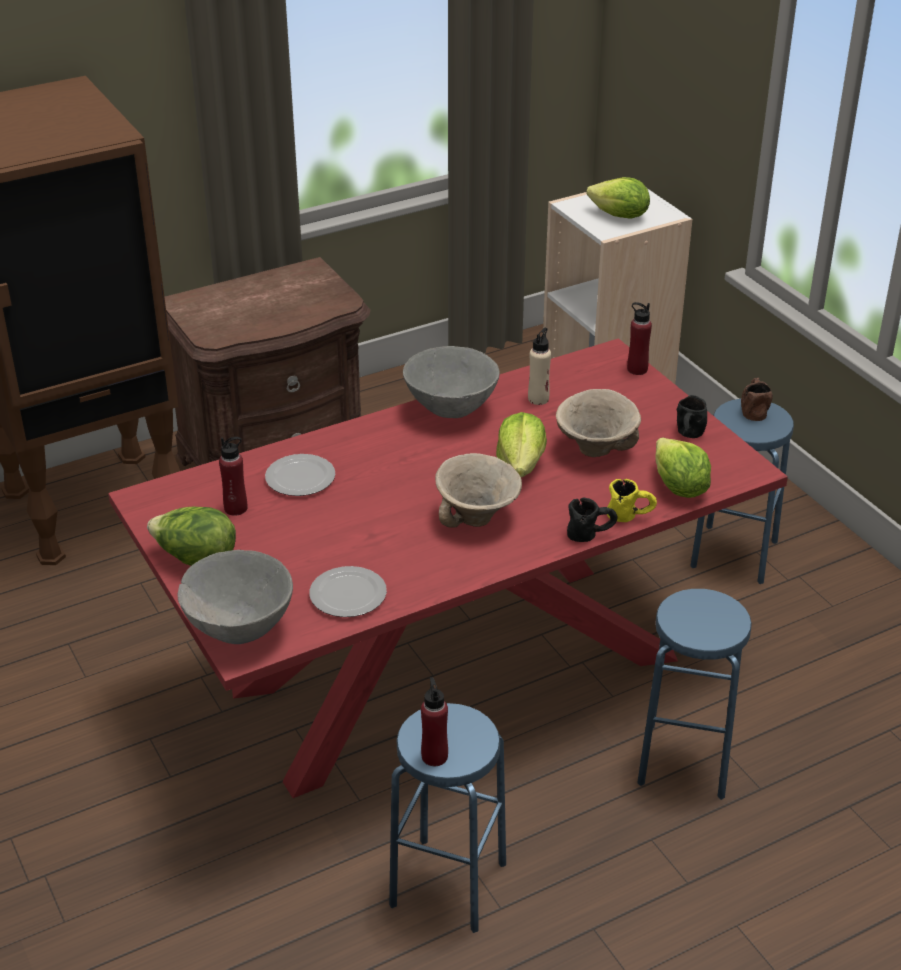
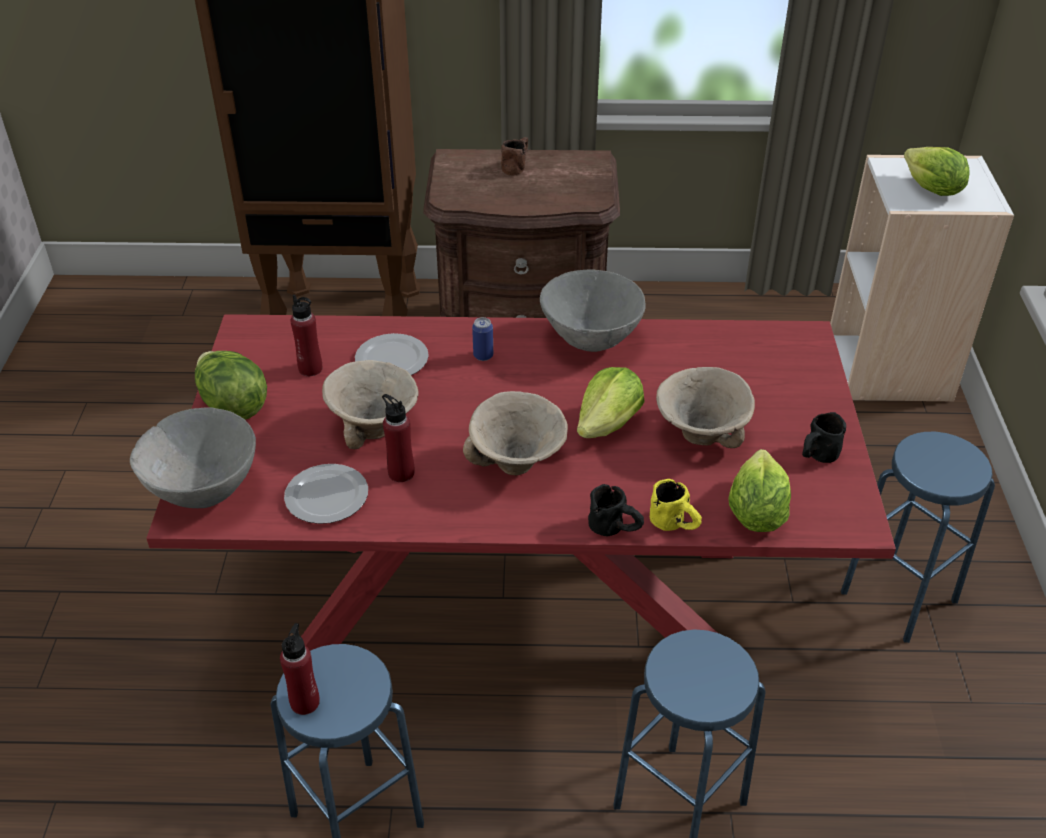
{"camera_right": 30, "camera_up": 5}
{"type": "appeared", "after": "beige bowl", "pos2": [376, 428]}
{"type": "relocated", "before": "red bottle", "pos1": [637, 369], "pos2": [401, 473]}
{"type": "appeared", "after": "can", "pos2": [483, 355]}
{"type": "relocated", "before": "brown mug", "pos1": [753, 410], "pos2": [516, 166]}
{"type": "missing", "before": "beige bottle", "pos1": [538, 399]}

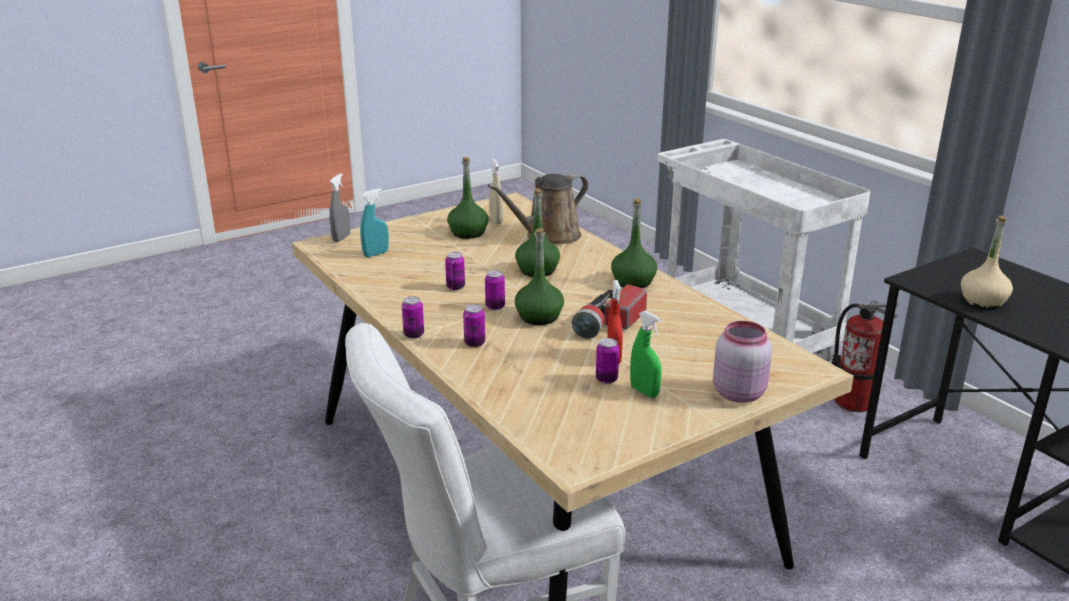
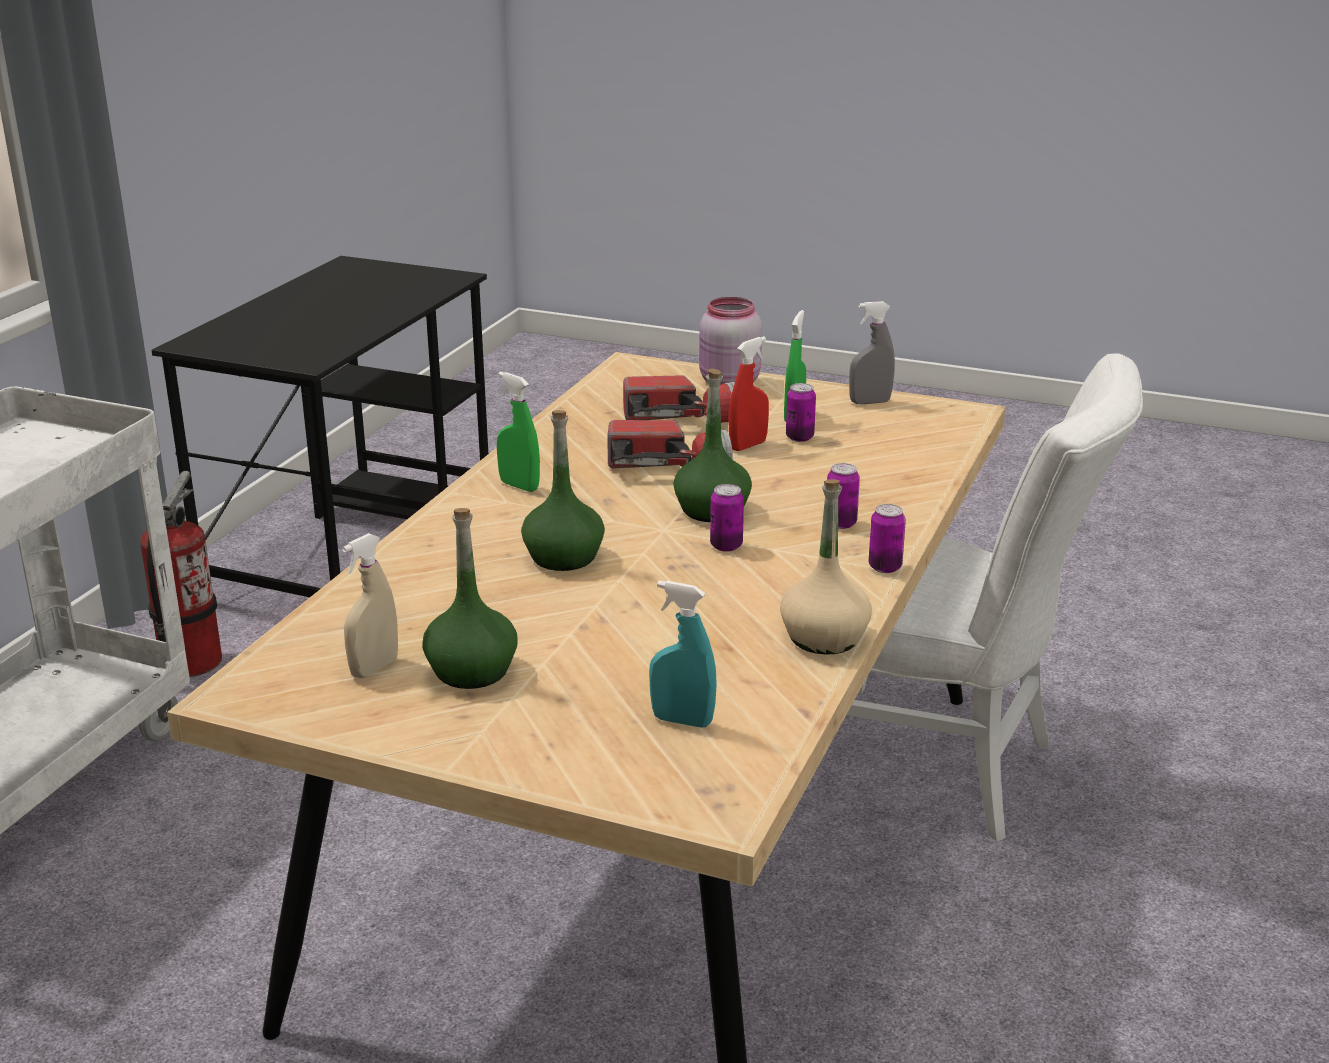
{"camera_right": -125, "camera_up": 0}
{"type": "exchanged", "before": "green bottle", "after": "green spray bottle", "pos1": [633, 282], "pos2": [519, 486]}
{"type": "appeared", "after": "flashlight", "pos2": [681, 420]}
{"type": "relocated", "before": "beige bottle", "pos1": [983, 301], "pos2": [823, 638]}
{"type": "relocated", "before": "grey spray bottle", "pos1": [341, 238], "pos2": [870, 402]}
{"type": "missing", "before": "can", "pos1": [455, 287]}
{"type": "missing", "before": "brown watering can", "pos1": [548, 236]}

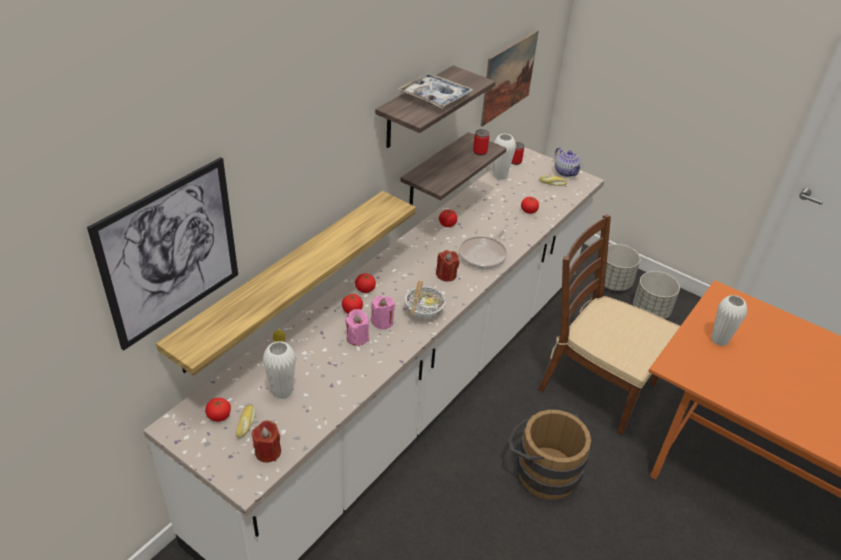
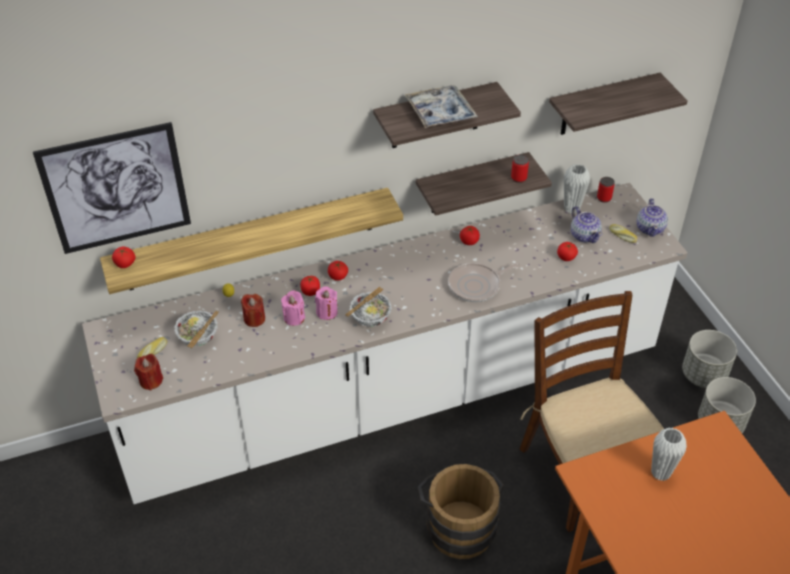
{"camera_right": 35, "camera_up": 5}
{"type": "relocated", "before": "tomato", "pos1": [219, 416], "pos2": [125, 264]}
{"type": "exchanged", "before": "white vase", "after": "bowl", "pos1": [282, 392], "pos2": [198, 338]}
{"type": "relocated", "before": "red candle", "pos1": [446, 275], "pos2": [254, 319]}
{"type": "exchanged", "before": "picture", "after": "shelf", "pos1": [508, 77], "pos2": [602, 105]}
{"type": "appeared", "after": "teapot", "pos2": [584, 235]}

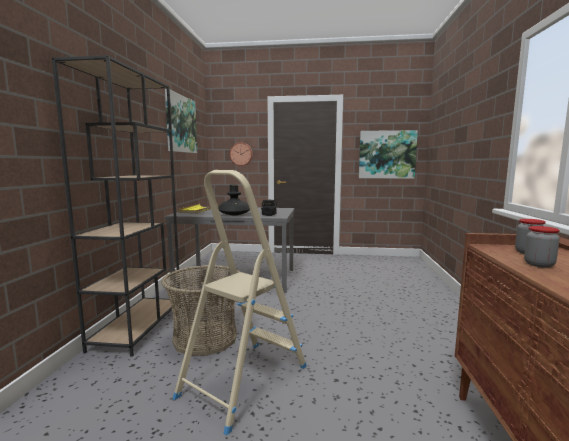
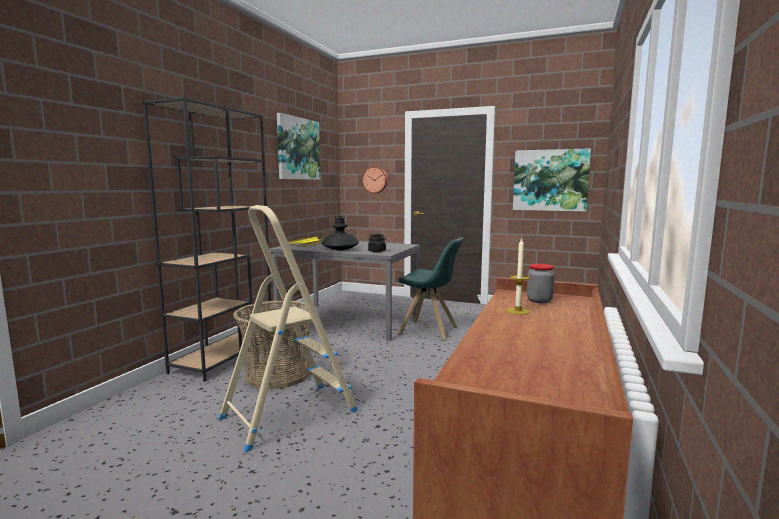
{"camera_right": 15, "camera_up": 0}
{"type": "appeared", "after": "turquoise chair", "pos2": [429, 330]}
{"type": "exchanged", "before": "jar", "after": "candle", "pos1": [539, 264], "pos2": [518, 311]}

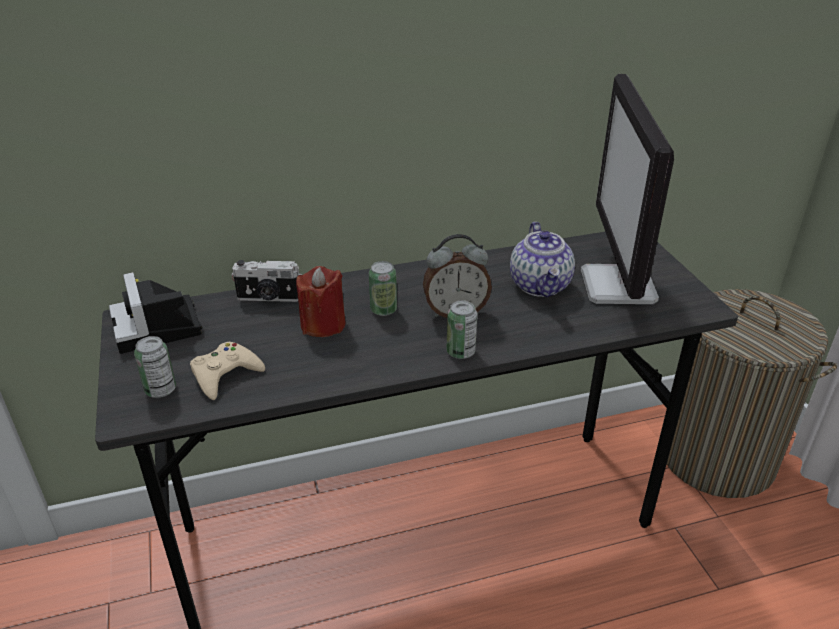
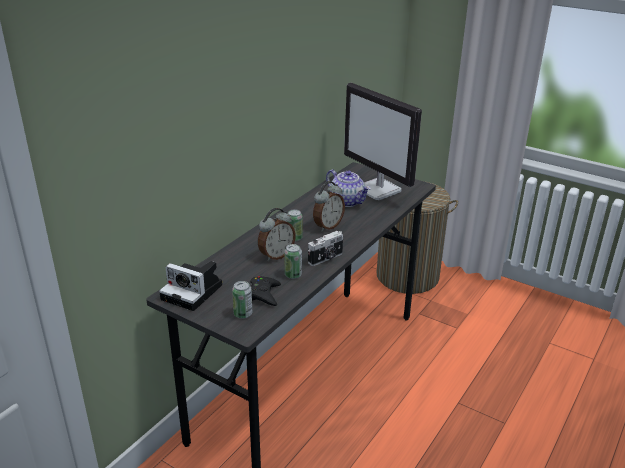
{"camera_right": -40, "camera_up": -5}
{"type": "colour", "before": "beige game controller", "after": "black game controller", "pos1": [225, 375], "pos2": [264, 294]}
{"type": "exchanged", "before": "red candle", "after": "alarm clock", "pos1": [323, 324], "pos2": [276, 255]}
{"type": "relocated", "before": "can", "pos1": [460, 352], "pos2": [293, 275]}
{"type": "relocated", "before": "photo camera", "pos1": [269, 298], "pos2": [326, 258]}

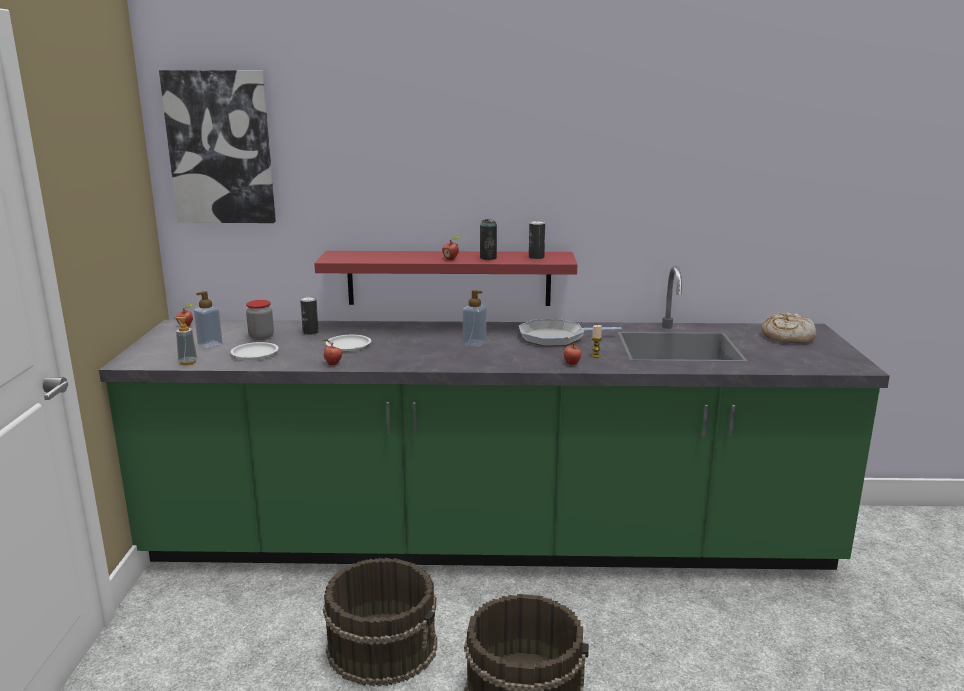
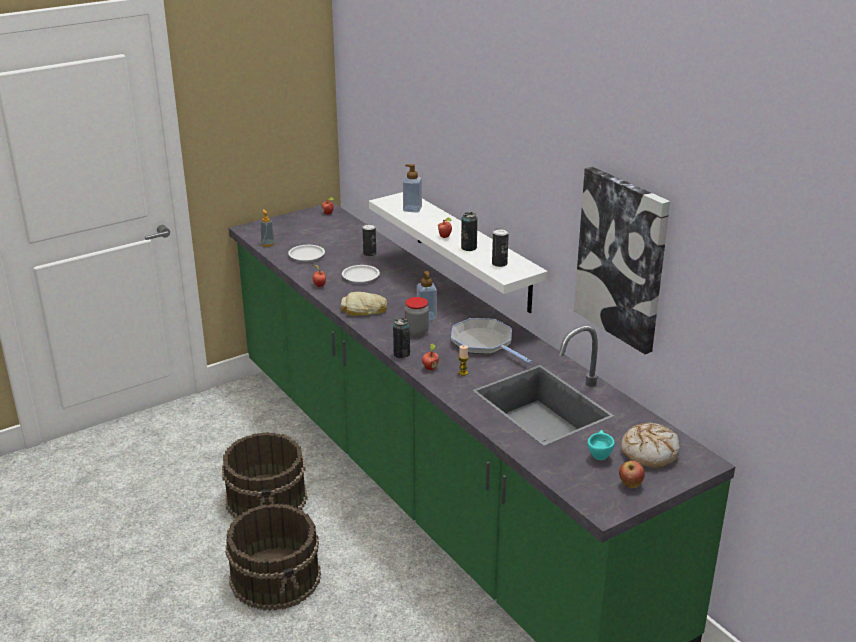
{"camera_right": 55, "camera_up": 10}
{"type": "appeared", "after": "bread", "pos2": [364, 309]}
{"type": "colour", "before": "red shelf", "after": "white shelf", "pos1": [449, 278], "pos2": [472, 251]}
{"type": "appeared", "after": "can", "pos2": [401, 354]}
{"type": "relocated", "before": "soap dispenser", "pos1": [210, 344], "pos2": [412, 209]}
{"type": "relocated", "before": "jar", "pos1": [261, 337], "pos2": [416, 332]}
{"type": "relocated", "before": "picture", "pos1": [220, 148], "pos2": [622, 258]}
{"type": "appeared", "after": "turquoise cup", "pos2": [599, 455]}
{"type": "appeared", "after": "apple", "pos2": [630, 485]}

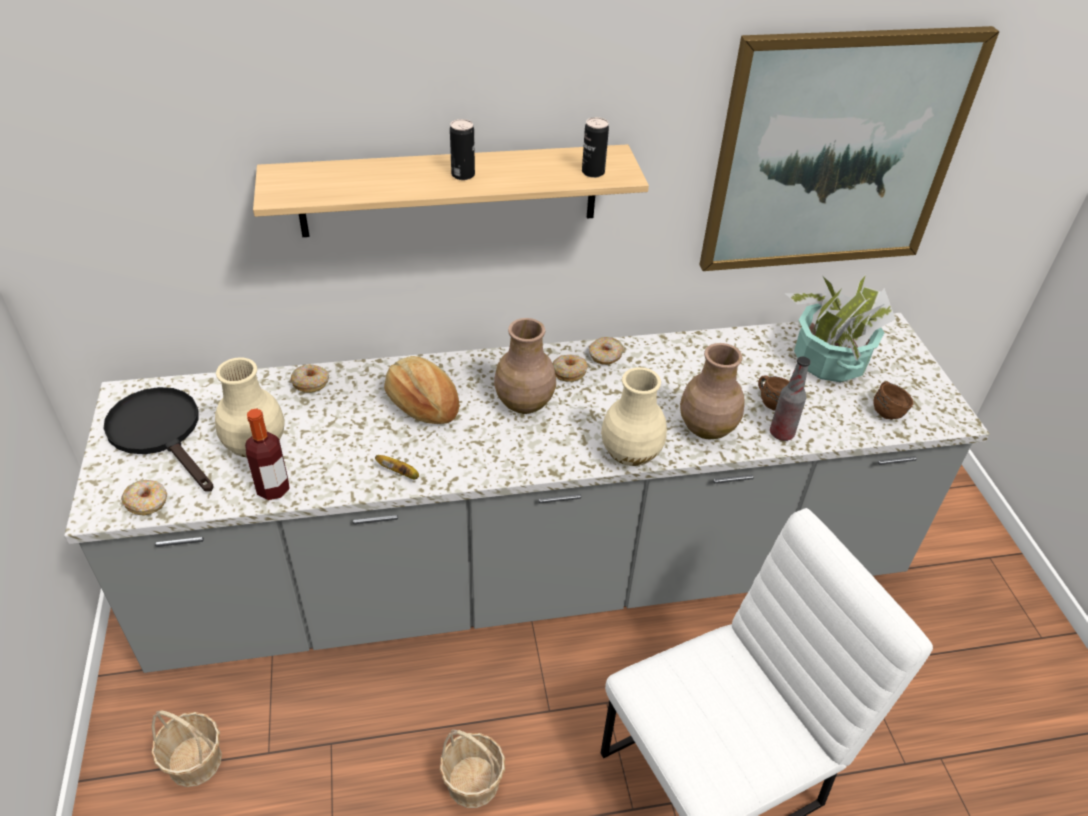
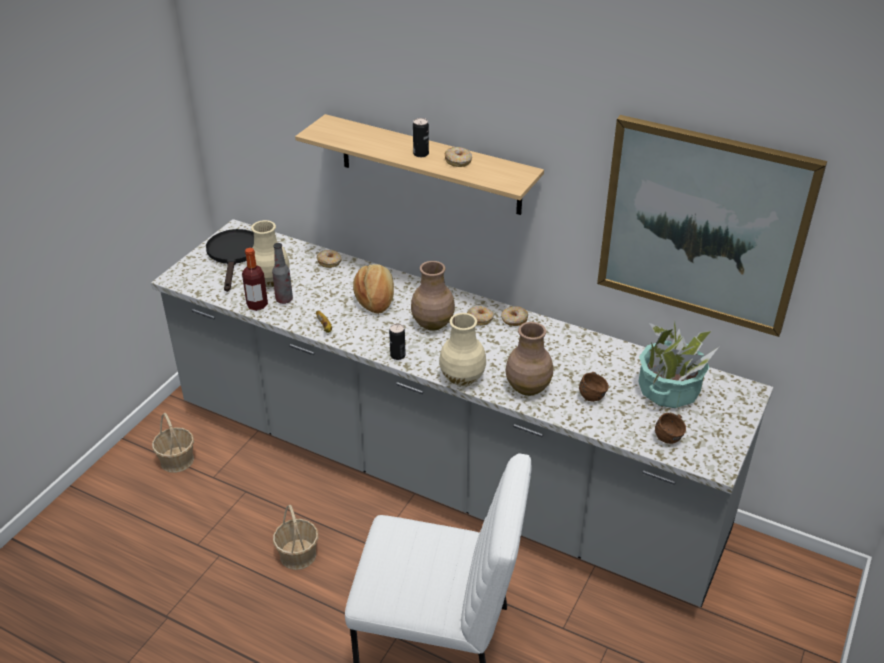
{"camera_right": 40, "camera_up": -5}
{"type": "relocated", "before": "bottle", "pos1": [781, 433], "pos2": [284, 300]}
{"type": "relocated", "before": "can", "pos1": [593, 172], "pos2": [397, 355]}
{"type": "relocated", "before": "donut", "pos1": [147, 502], "pos2": [458, 161]}

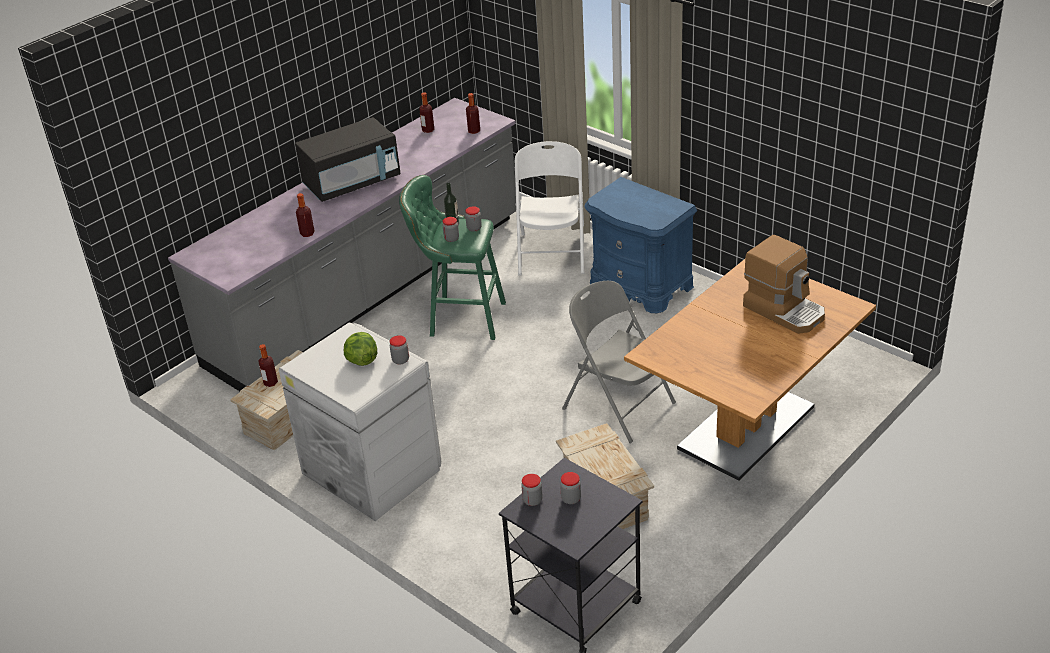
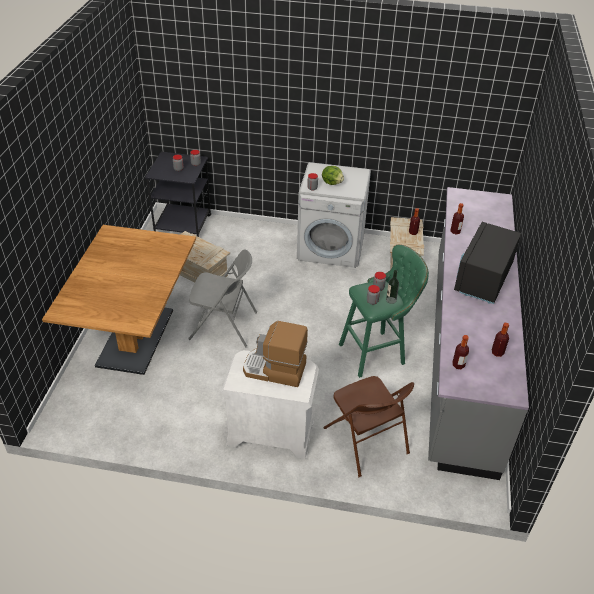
{"camera_right": 145, "camera_up": 5}
{"type": "colour", "before": "blue nightstand", "after": "white nightstand", "pos1": [638, 287], "pos2": [271, 430]}
{"type": "relocated", "before": "coffee machine", "pos1": [785, 310], "pos2": [274, 370]}
{"type": "colour", "before": "white chair", "after": "brown chair", "pos1": [552, 253], "pos2": [365, 440]}

